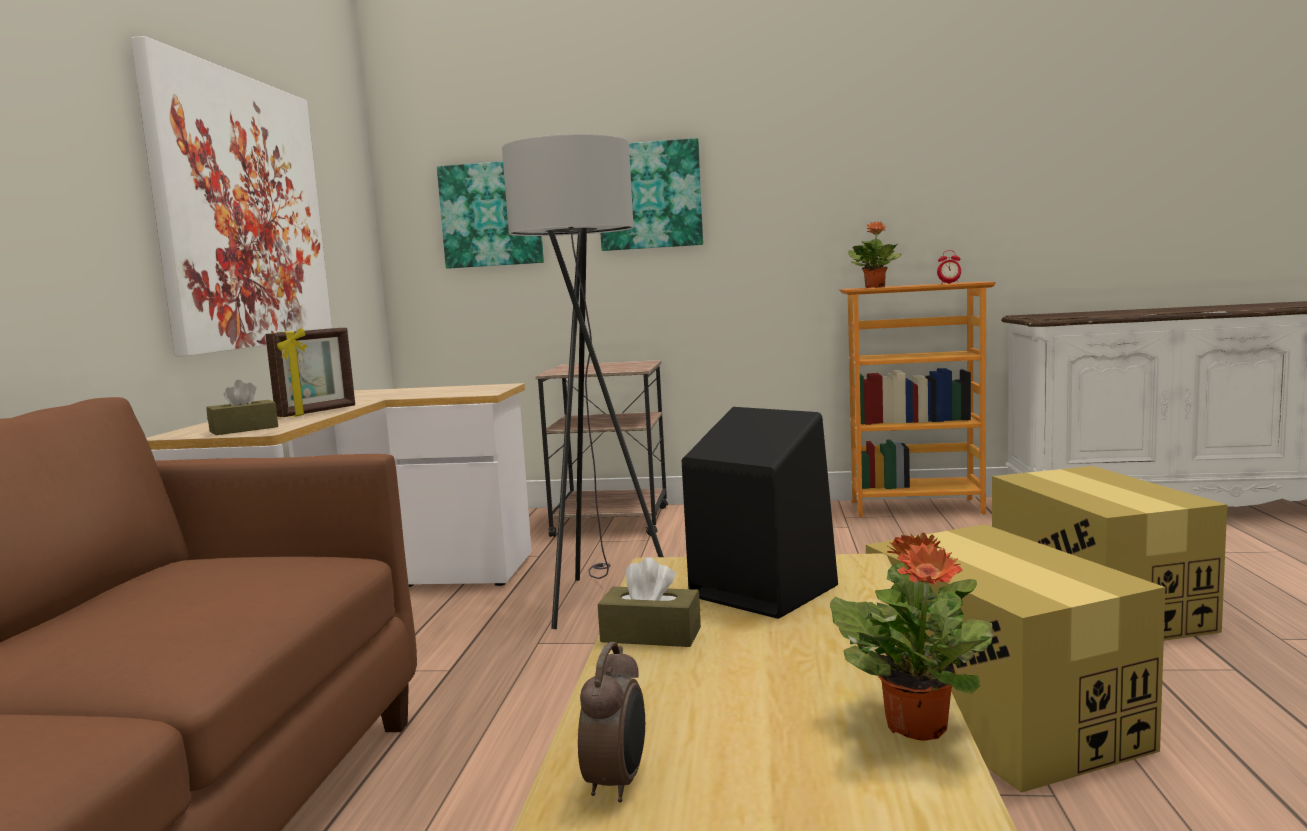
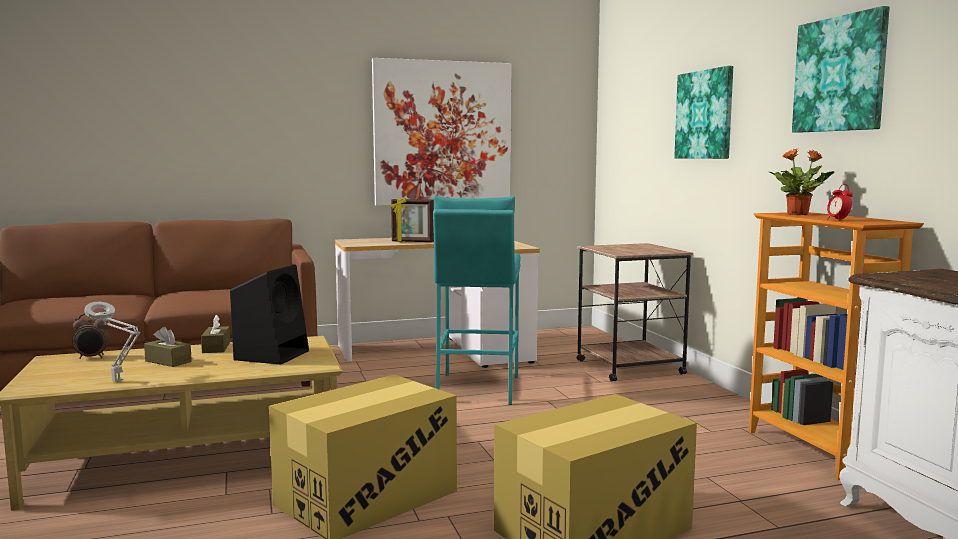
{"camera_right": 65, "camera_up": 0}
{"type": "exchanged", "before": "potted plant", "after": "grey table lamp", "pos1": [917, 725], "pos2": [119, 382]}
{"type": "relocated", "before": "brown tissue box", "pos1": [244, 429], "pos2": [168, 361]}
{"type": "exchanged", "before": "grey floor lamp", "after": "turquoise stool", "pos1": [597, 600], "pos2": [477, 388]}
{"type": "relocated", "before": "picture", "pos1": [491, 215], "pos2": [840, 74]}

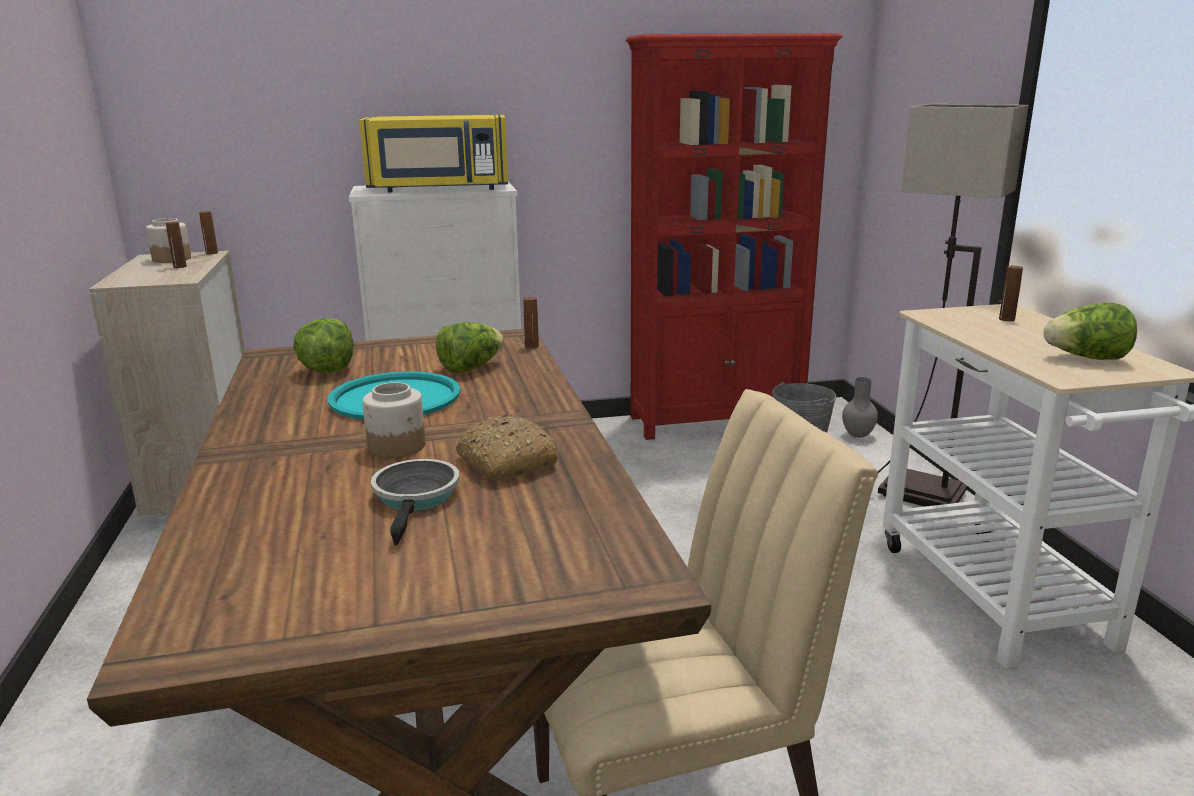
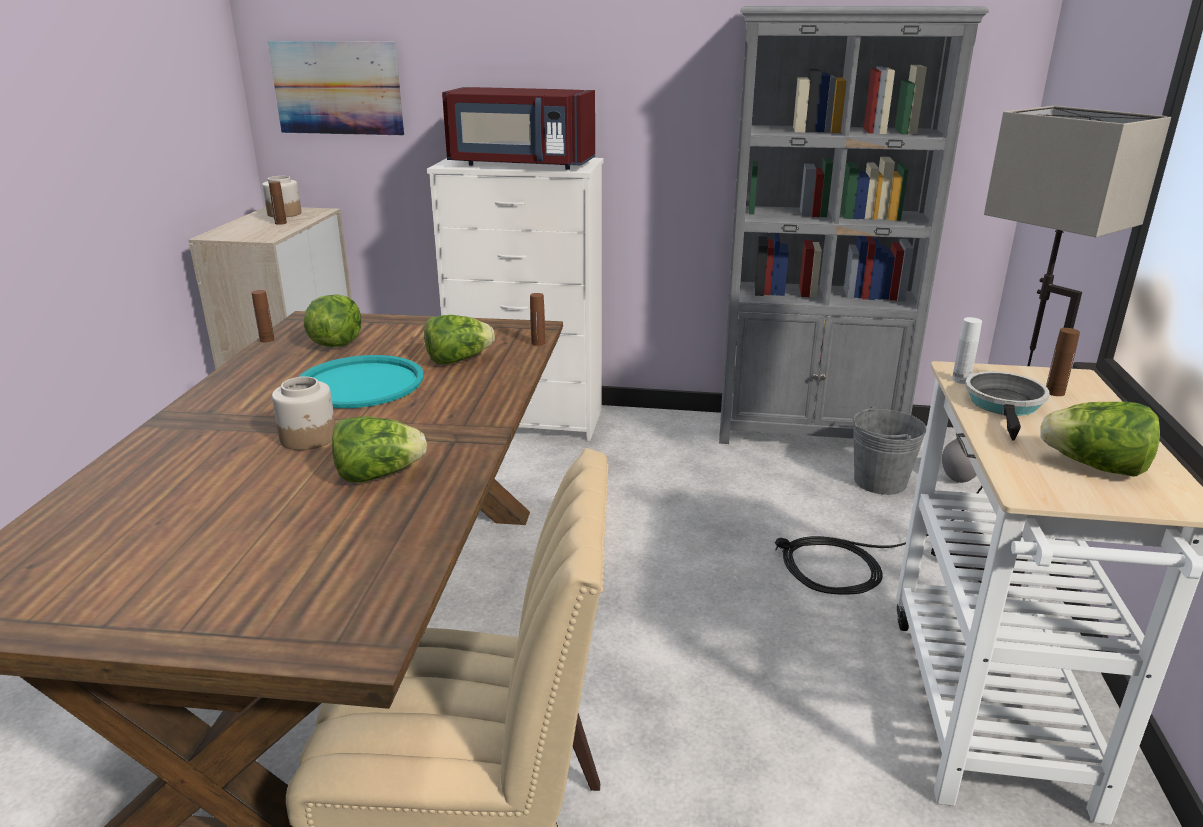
{"camera_right": 20, "camera_up": 5}
{"type": "relocated", "before": "brown bottle", "pos1": [211, 253], "pos2": [267, 340]}
{"type": "appeared", "after": "picture", "pos2": [337, 88]}
{"type": "exchanged", "before": "bread", "after": "lettuce", "pos1": [505, 463], "pos2": [378, 475]}
{"type": "colour", "before": "yellow microwave", "after": "red microwave", "pos1": [439, 189], "pos2": [520, 165]}
{"type": "colour", "before": "red bookcase", "after": "grey bookcase", "pos1": [717, 420], "pos2": [809, 434]}
{"type": "appeared", "after": "white bottle", "pos2": [961, 380]}
{"type": "relocated", "before": "frying pan", "pos1": [416, 499], "pos2": [1005, 405]}

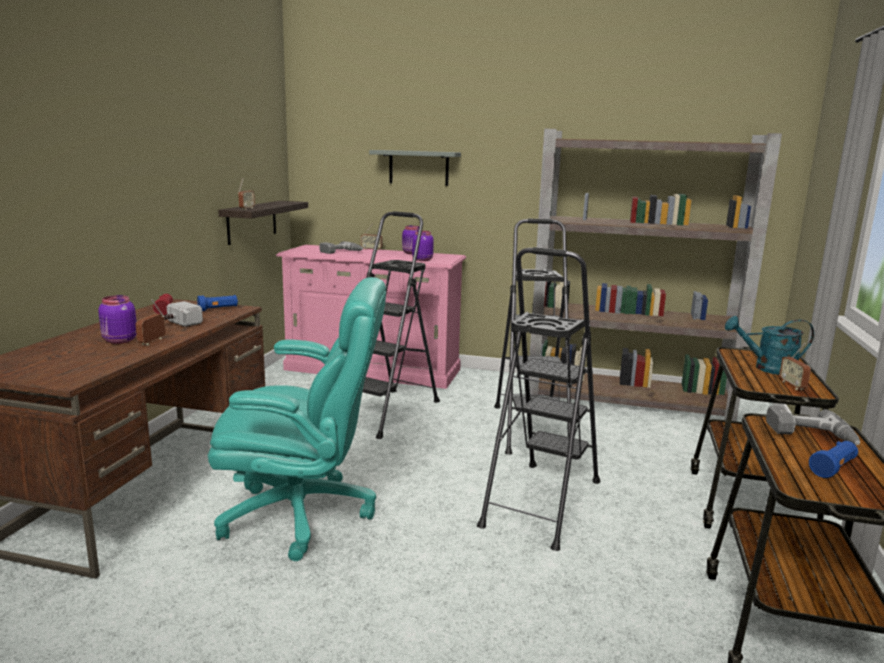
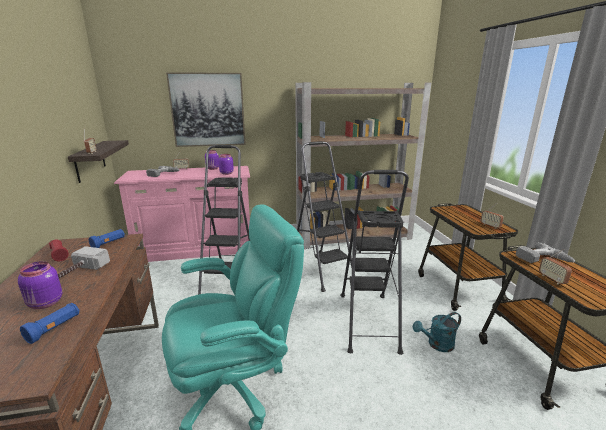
{"camera_right": -25, "camera_up": 5}
{"type": "relocated", "before": "blue flashlight", "pos1": [833, 468], "pos2": [54, 329]}
{"type": "exchanged", "before": "grey shelf", "after": "picture", "pos1": [418, 167], "pos2": [208, 110]}
{"type": "relocated", "before": "turquoise watering can", "pos1": [767, 368], "pos2": [437, 345]}
{"type": "relocated", "before": "radio", "pos1": [152, 341], "pos2": [552, 279]}

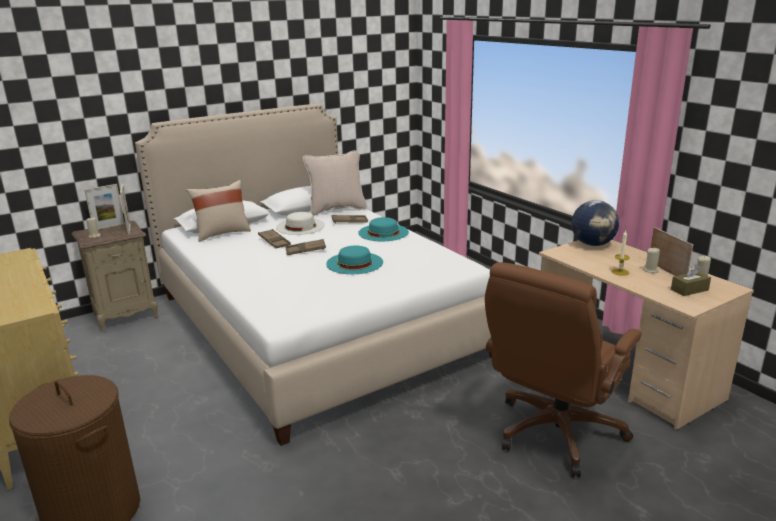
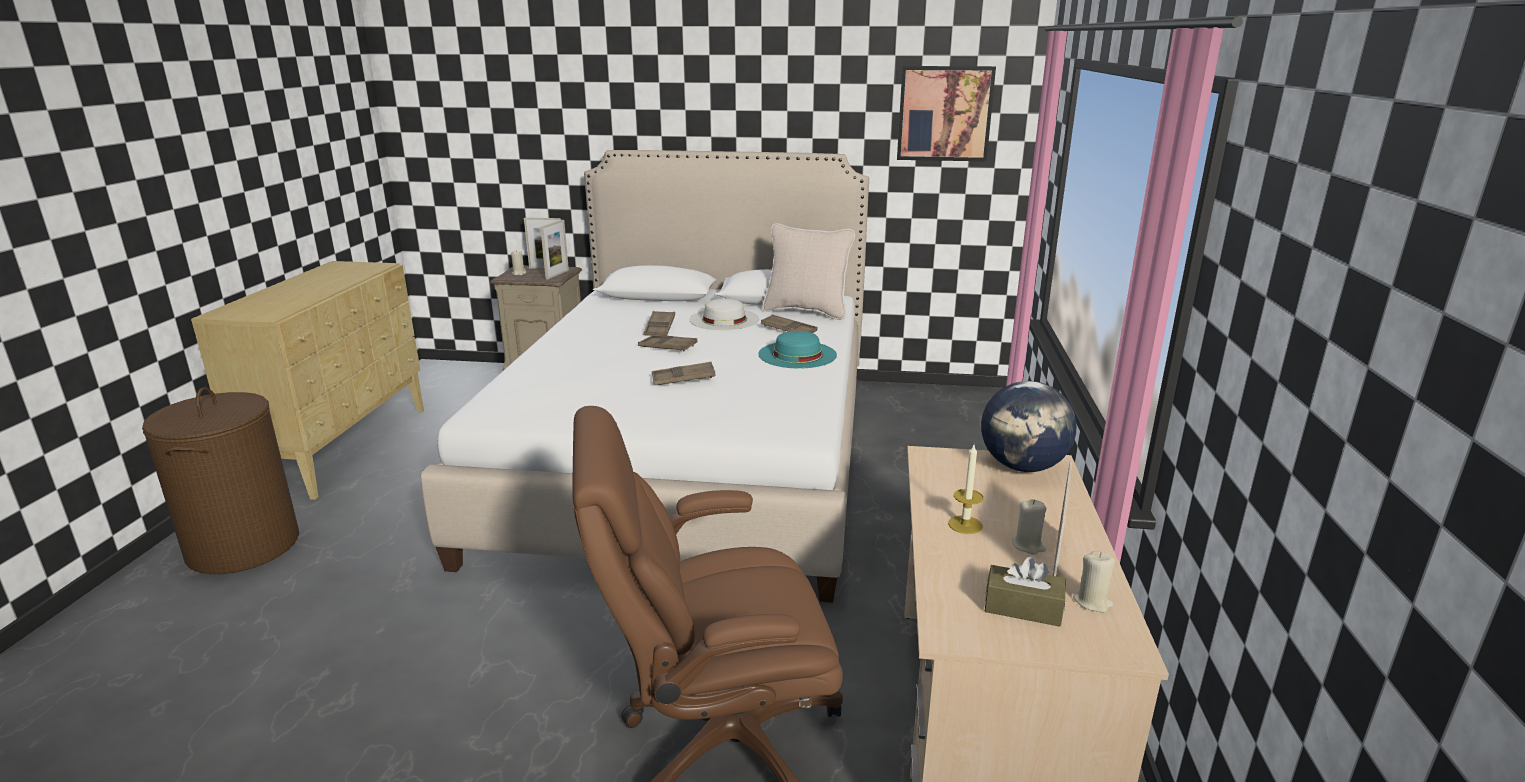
{"camera_right": 40, "camera_up": 0}
{"type": "exchanged", "before": "turquoise hat", "after": "brown tray", "pos1": [354, 263], "pos2": [683, 379]}
{"type": "appeared", "after": "picture", "pos2": [944, 113]}
{"type": "missing", "before": "beige pillow", "pos1": [222, 233]}

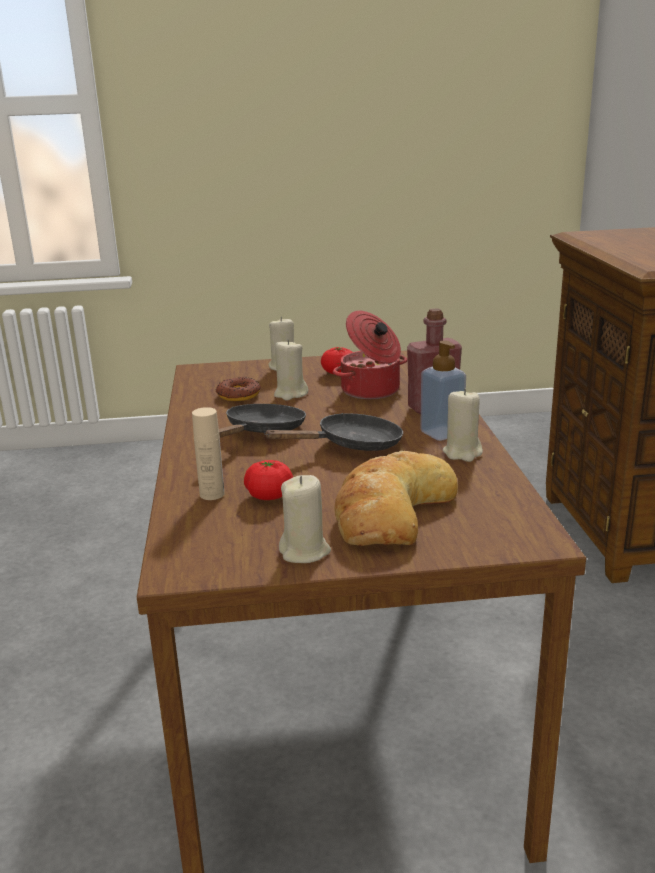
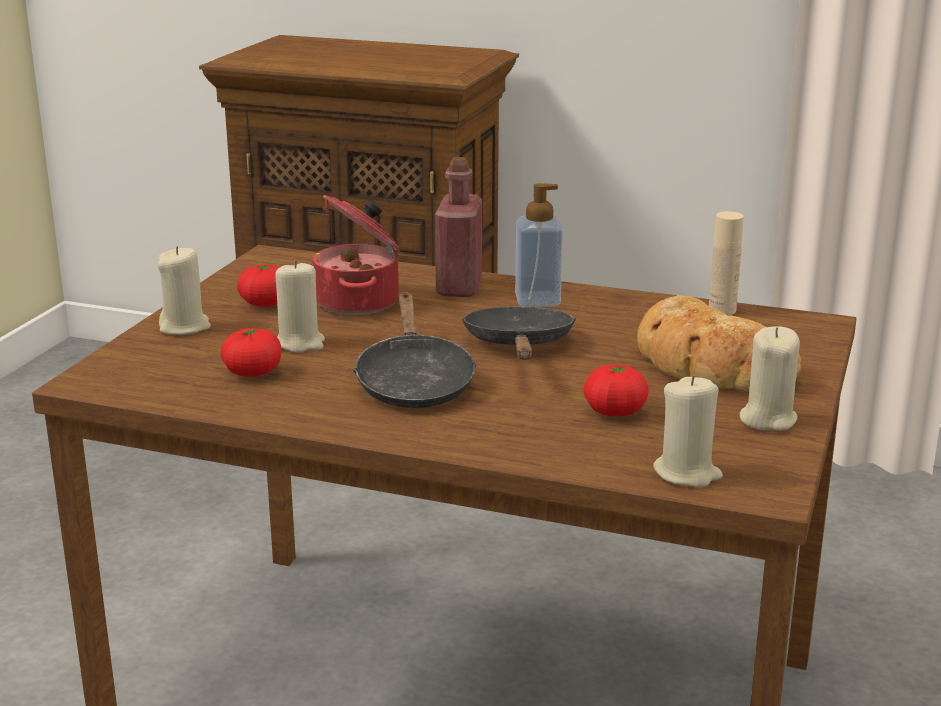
{"camera_right": -65, "camera_up": 0}
{"type": "exchanged", "before": "donut", "after": "tomato", "pos1": [238, 395], "pos2": [253, 372]}
{"type": "spun", "before": "black frying pan", "pos1": [261, 432], "pos2": [414, 382], "turn": -150}
{"type": "relocated", "before": "beige candle", "pos1": [462, 453], "pos2": [687, 473]}
{"type": "relocated", "before": "beige bottle", "pos1": [212, 494], "pos2": [722, 310]}

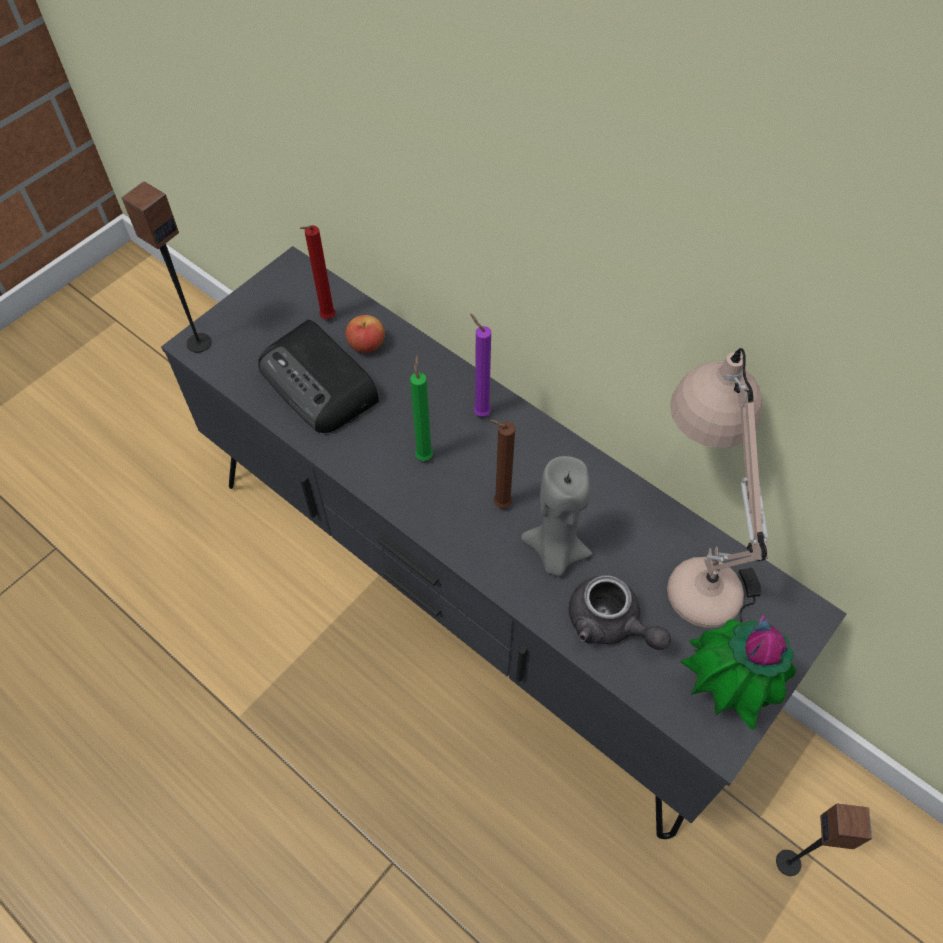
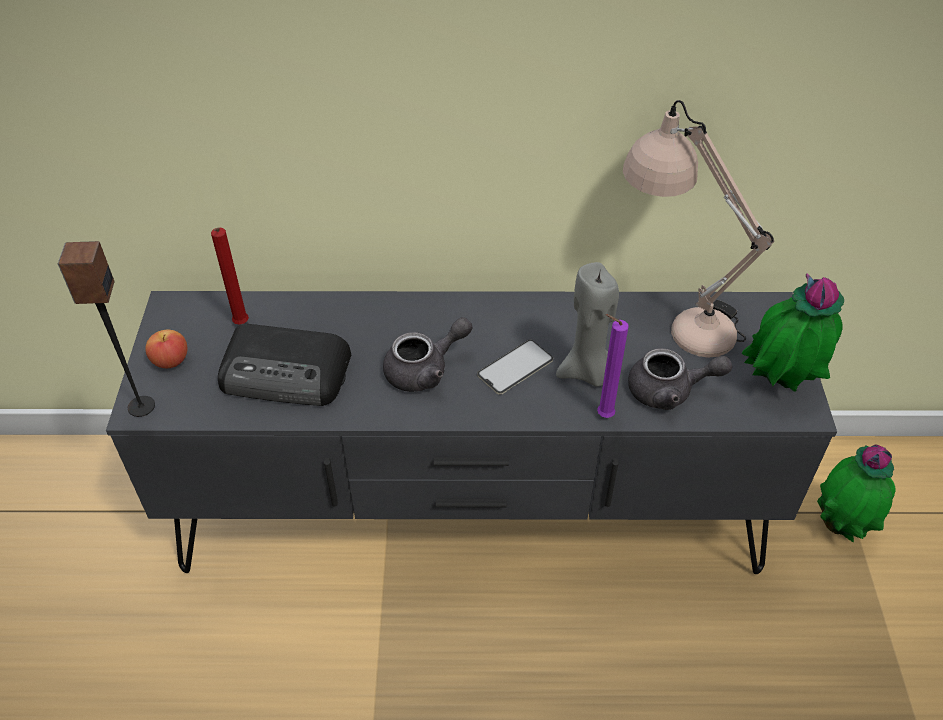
{"camera_right": -40, "camera_up": -10}
{"type": "relocated", "before": "apple", "pos1": [366, 345], "pos2": [170, 360]}
{"type": "exchanged", "before": "green candle", "after": "grey teapot", "pos1": [424, 454], "pos2": [425, 370]}
{"type": "exchanged", "before": "brown candle", "after": "phone", "pos1": [499, 504], "pos2": [515, 367]}
{"type": "relocated", "before": "purple candle", "pos1": [479, 412], "pos2": [602, 415]}
{"type": "exchanged", "before": "speaker", "after": "potted plant", "pos1": [789, 863], "pos2": [841, 526]}

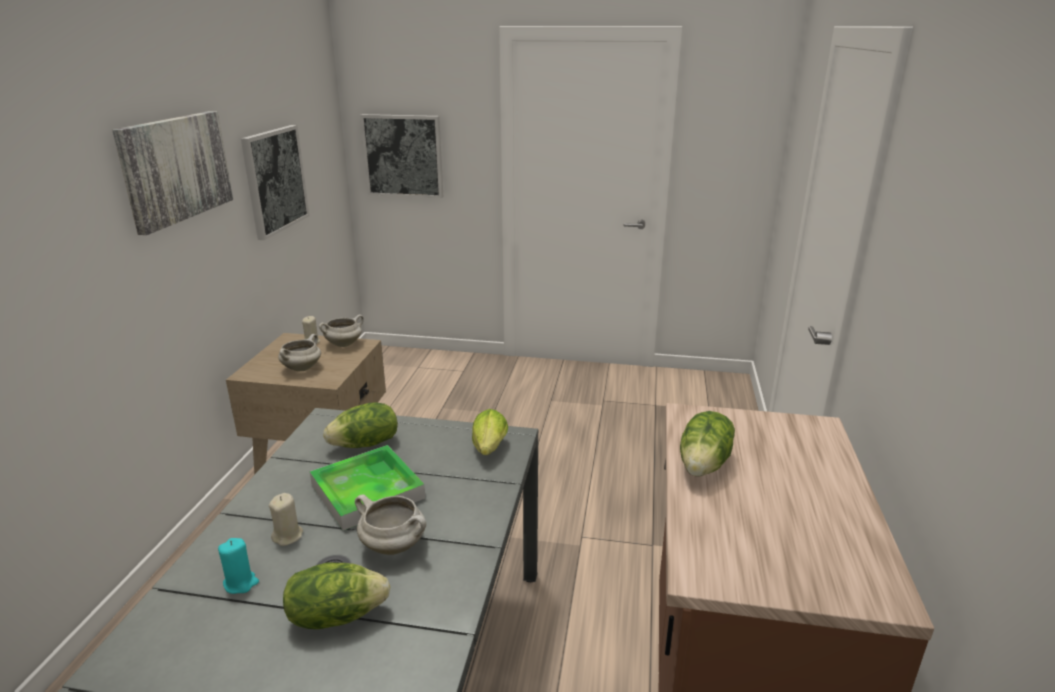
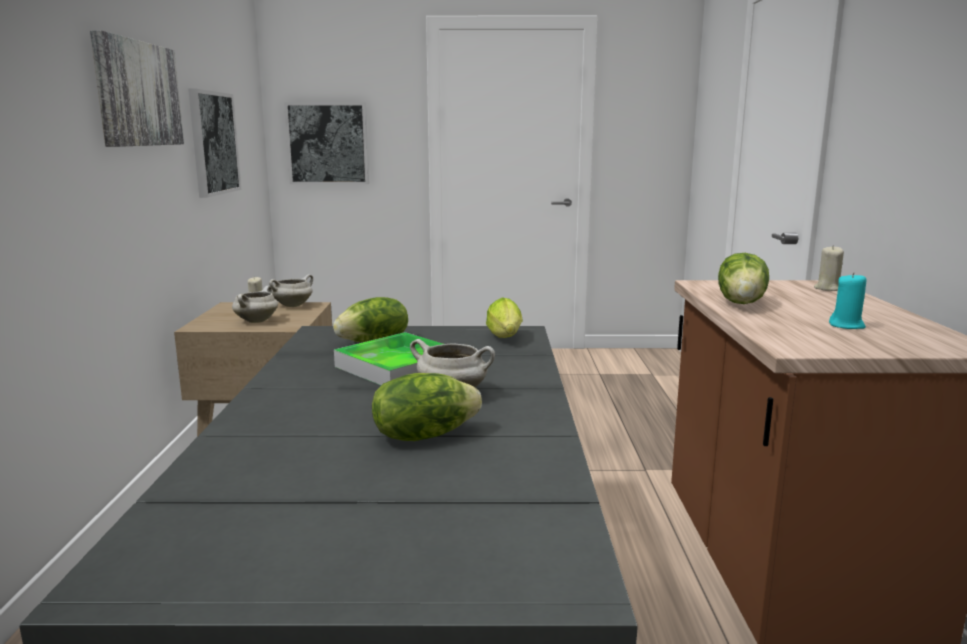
{"camera_right": -10, "camera_up": -10}
{"type": "relocated", "before": "beige candle", "pos1": [288, 536], "pos2": [827, 288]}
{"type": "relocated", "before": "turquoise candle", "pos1": [241, 583], "pos2": [846, 326]}

